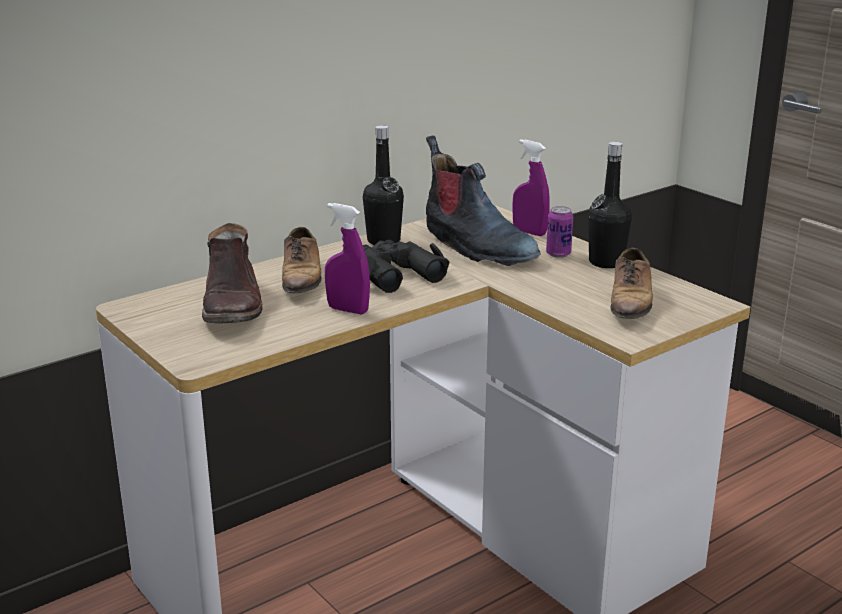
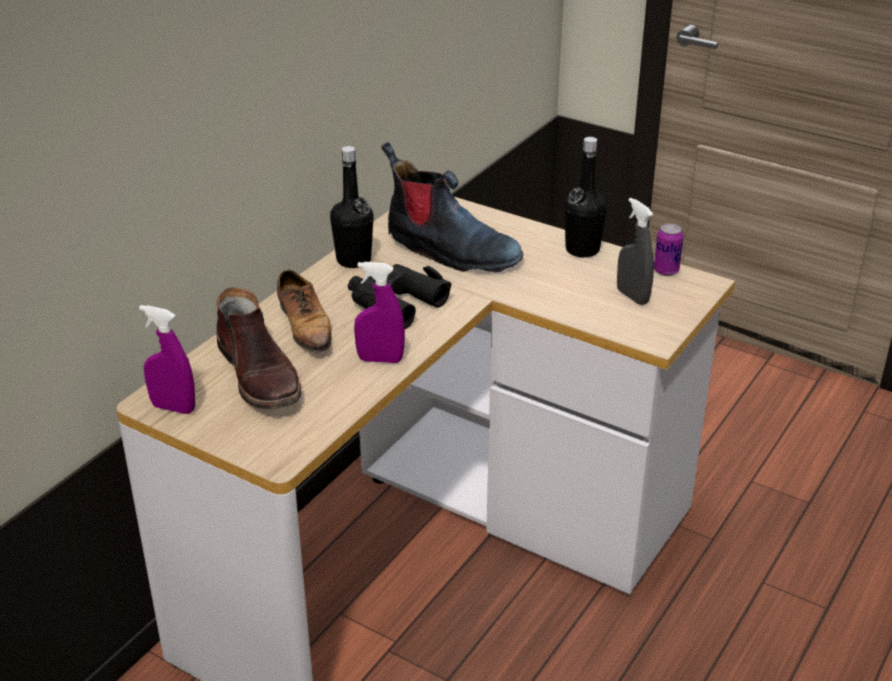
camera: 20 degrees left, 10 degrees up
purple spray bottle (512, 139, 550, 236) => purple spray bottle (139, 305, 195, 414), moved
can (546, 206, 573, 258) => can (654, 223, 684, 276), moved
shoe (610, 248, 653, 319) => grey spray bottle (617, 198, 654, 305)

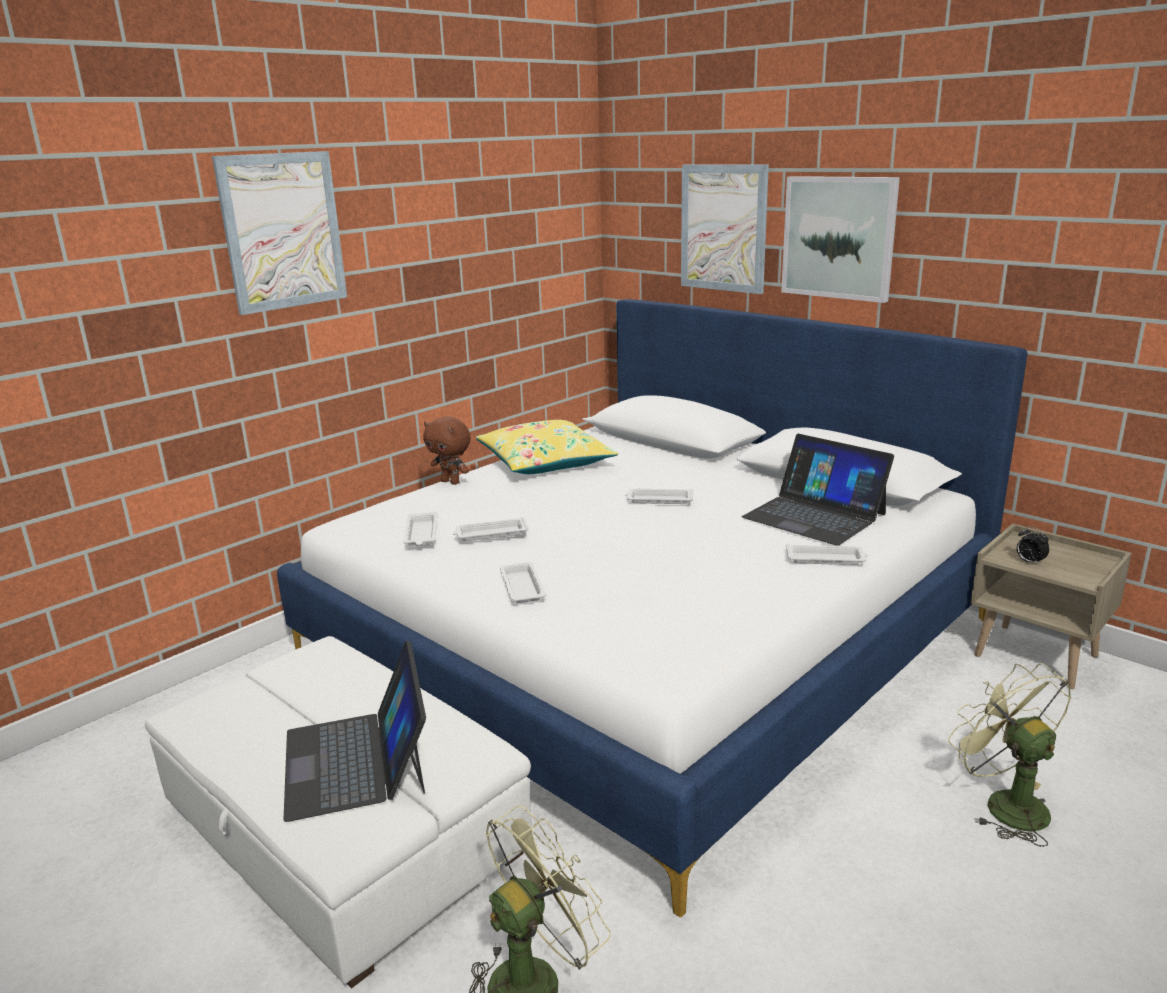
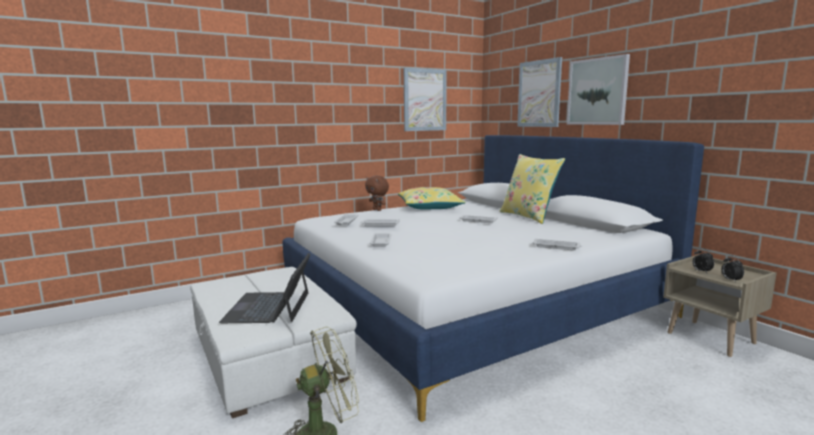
camera: 15 degrees right, 10 degrees down
picture (212, 151, 347, 315) => picture (404, 68, 447, 131), moved
laptop (742, 434, 894, 546) => nothing
green fan (948, 663, 1071, 847) => nothing
nothing => yellow pillow (500, 154, 565, 224)
nothing => alarm clock (721, 255, 744, 282)

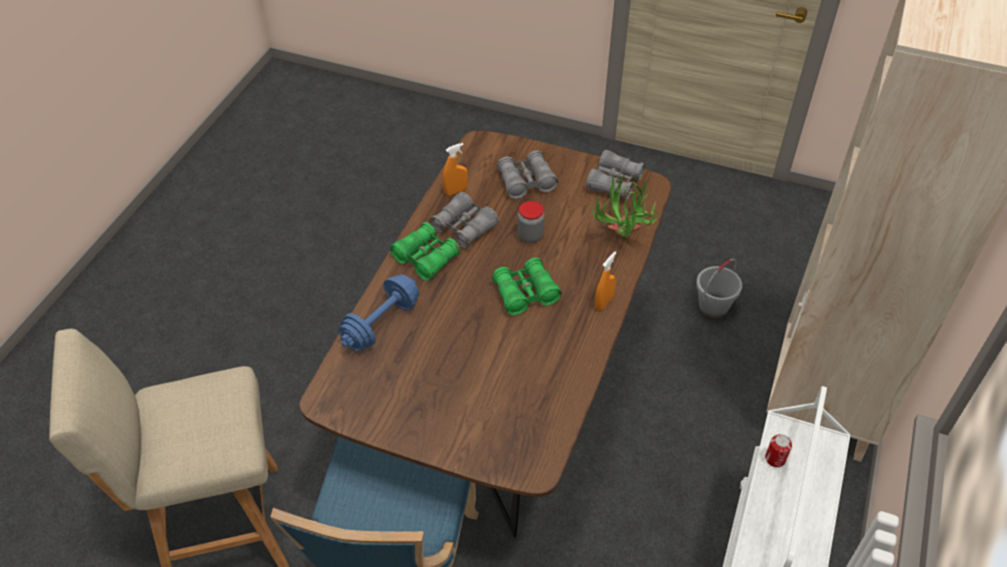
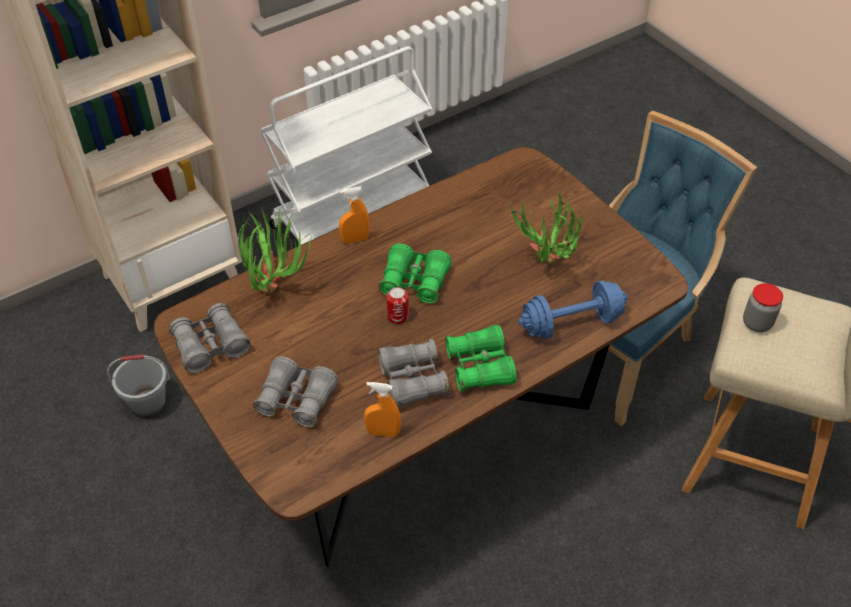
camera: 145 degrees left, 0 degrees up
jar (518, 201, 544, 243) => jar (743, 283, 783, 332), moved
can (765, 434, 792, 467) => can (386, 287, 409, 324), moved
nothing => potted plant (511, 191, 582, 264)

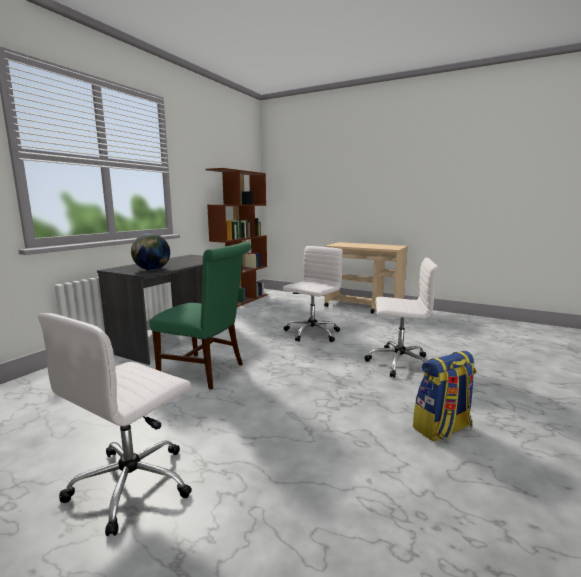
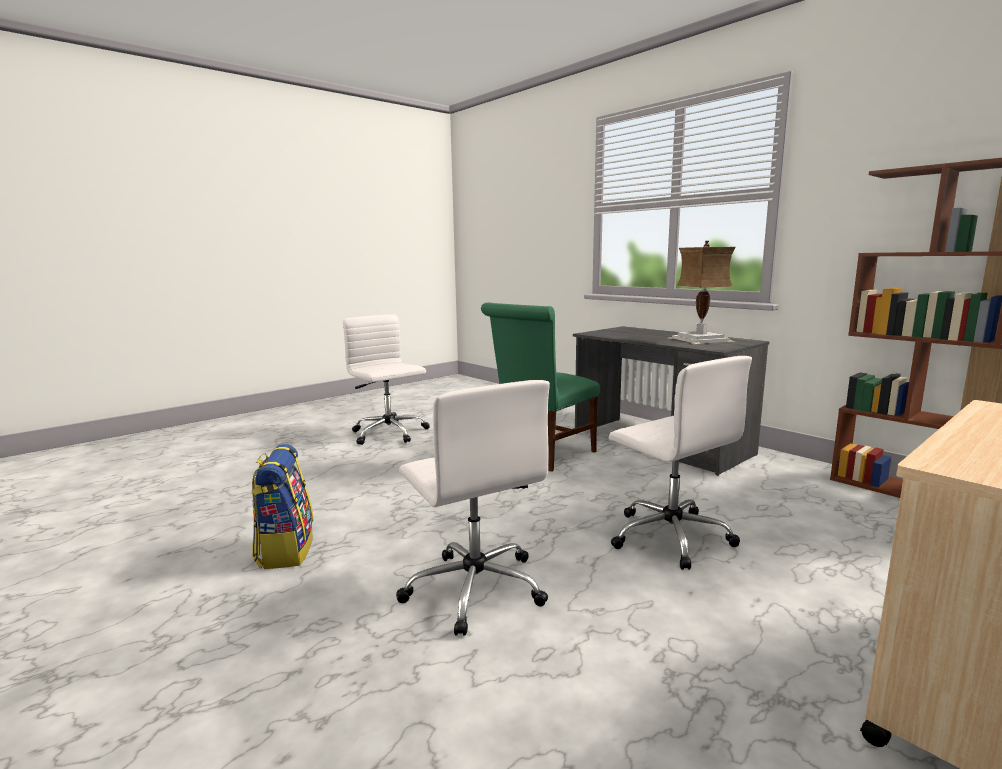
camera: 110 degrees right, 0 degrees up
globe (131, 233, 170, 270) => nothing
white office chair (365, 257, 438, 378) => white office chair (396, 380, 550, 636), 60 degrees counterclockwise
nothing => table lamp (668, 241, 735, 345)

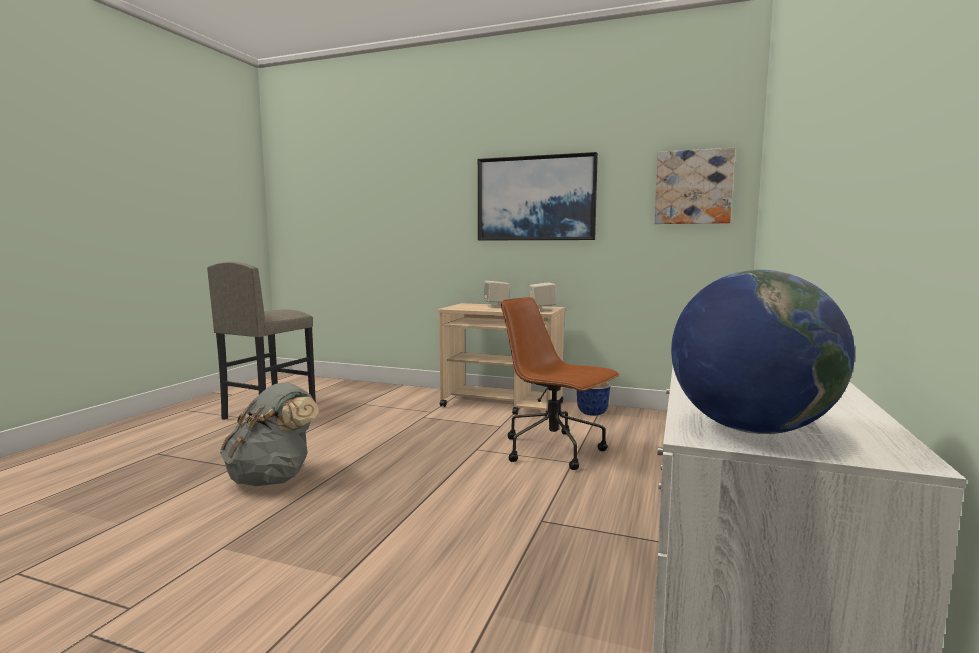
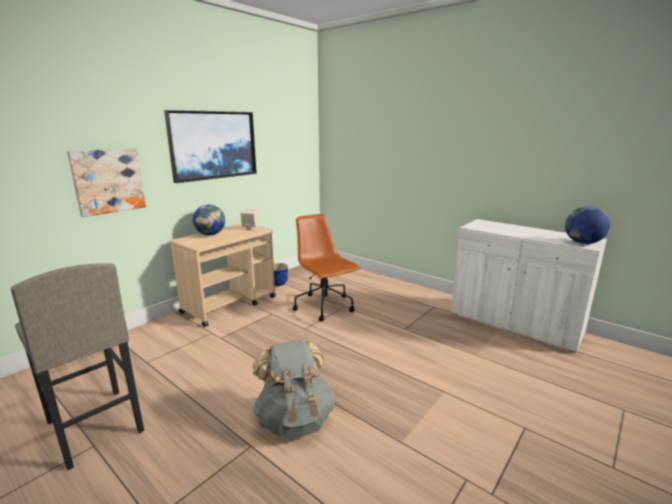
camera: 70 degrees left, 10 degrees up
picture (654, 148, 735, 224) => picture (67, 148, 146, 217), moved
beige speaker (483, 281, 510, 307) => globe (193, 204, 225, 235)
brown office chair (501, 297, 620, 470) => brown office chair (292, 214, 361, 321), 90 degrees clockwise

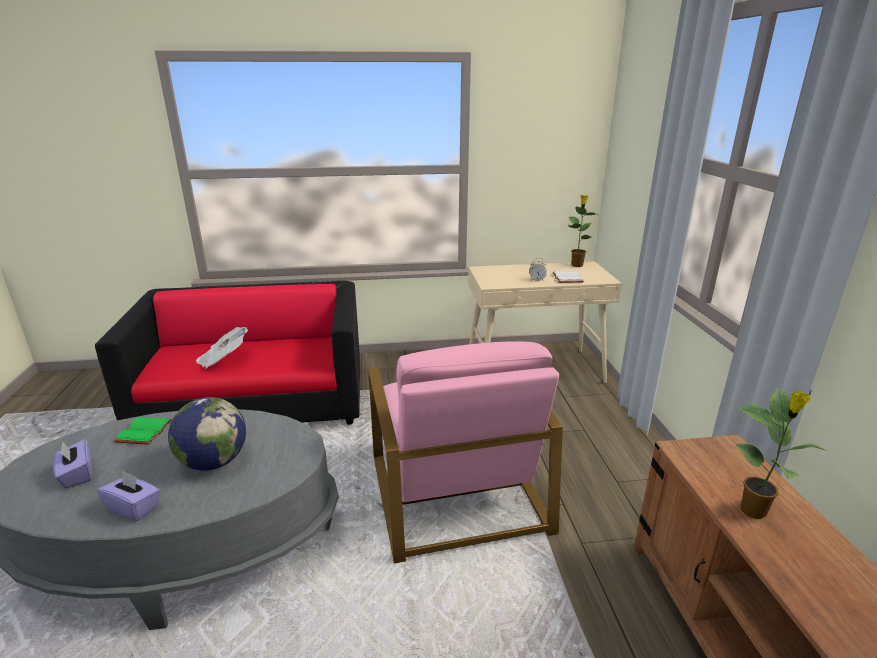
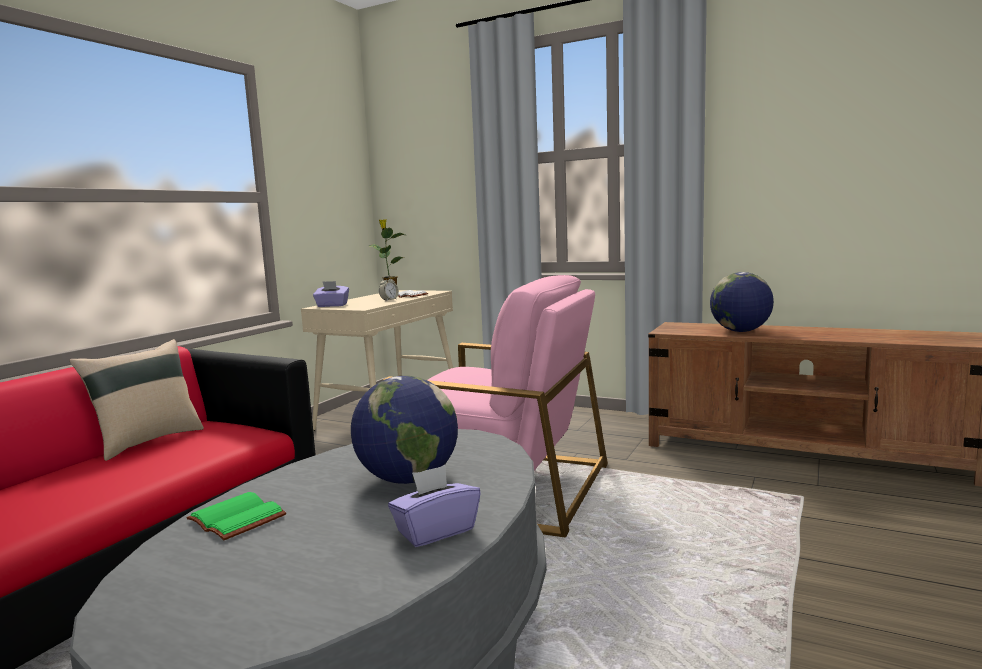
camera: 55 degrees left, 15 degrees down
newspaper (196, 327, 248, 369) => nothing
potted plant (735, 388, 828, 519) => globe (710, 272, 774, 332)
purple tissue box (54, 439, 92, 488) => purple tissue box (313, 281, 349, 307), moved
nothing => beige pillow (69, 339, 204, 461)

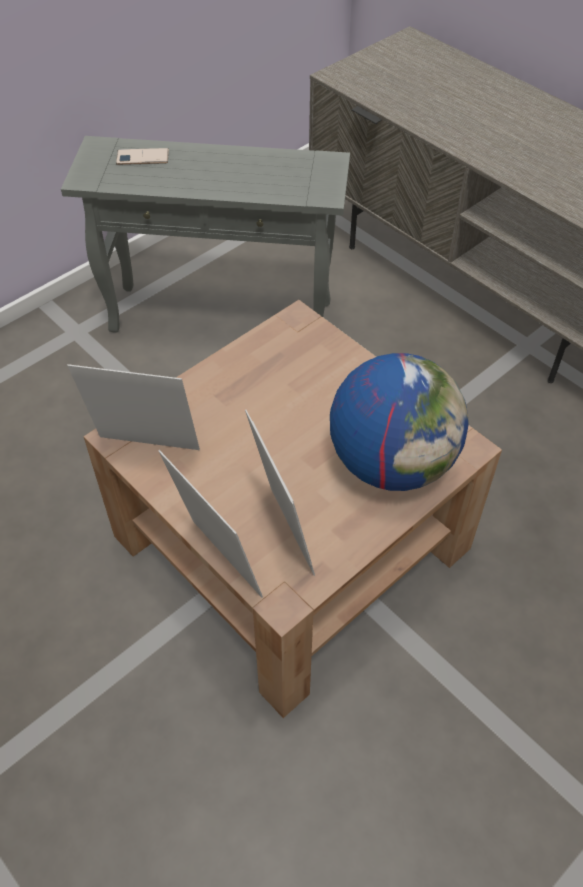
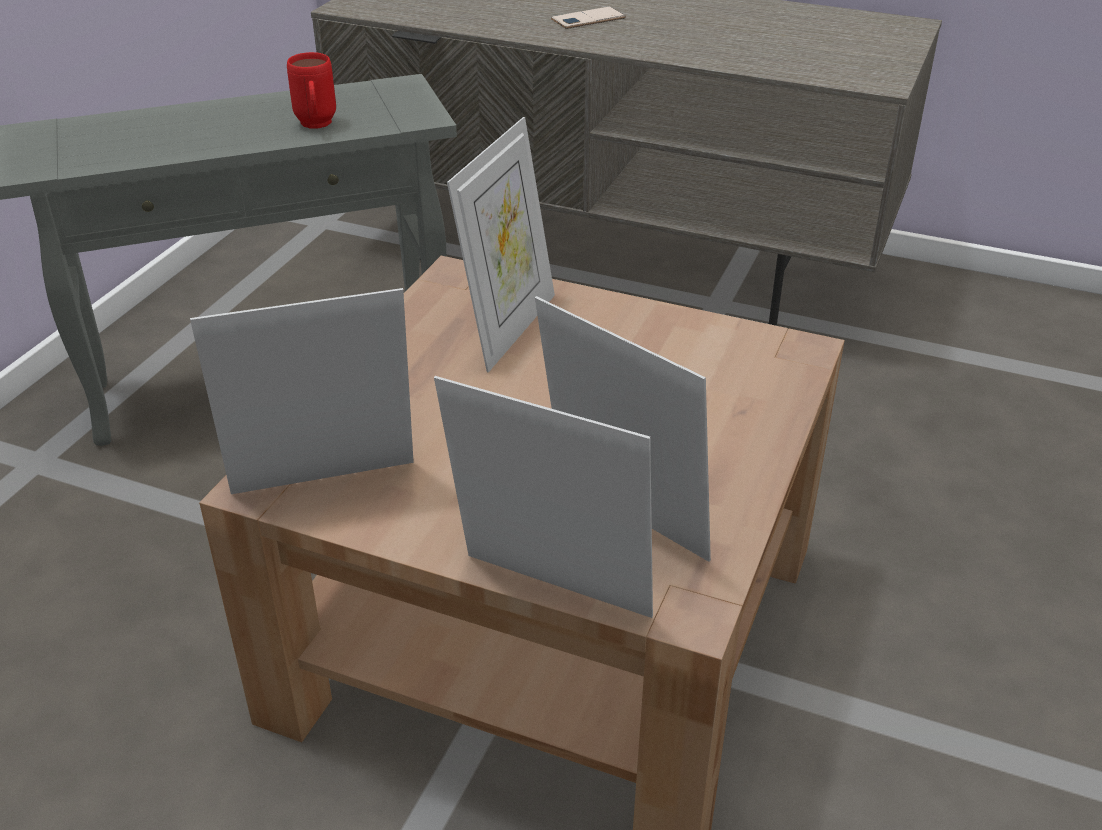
camera: 25 degrees left, 15 degrees down
phone (116, 148, 169, 165) => phone (551, 7, 626, 29), moved
globe (330, 353, 469, 491) => nothing
nothing => red mug (287, 52, 336, 129)
nothing => picture frame (447, 117, 555, 372)

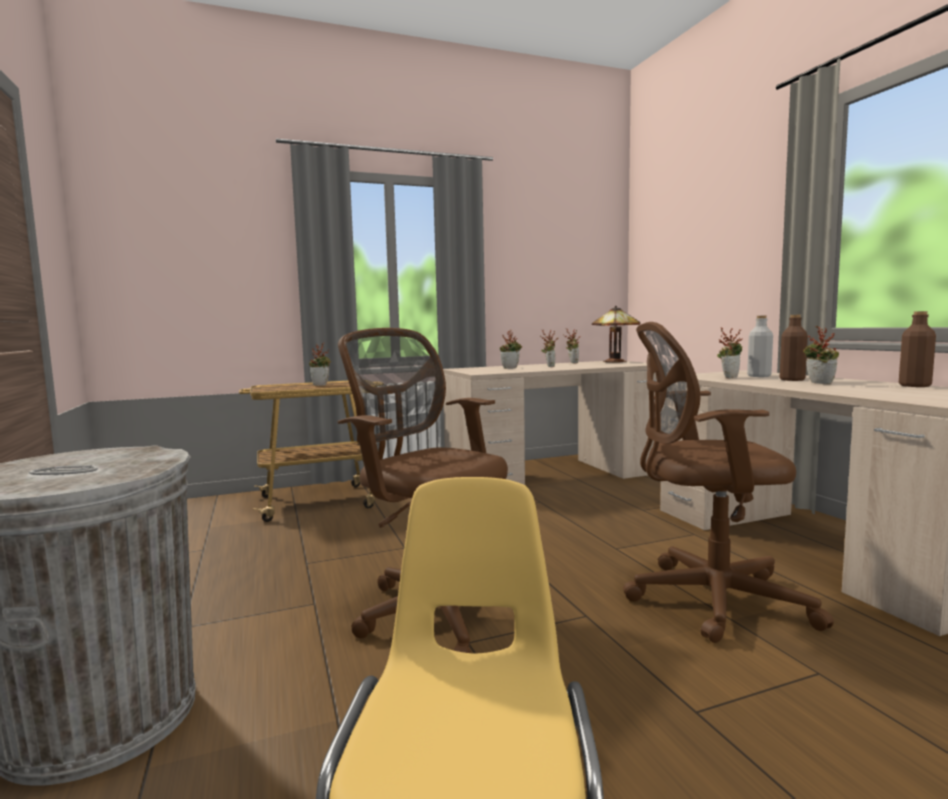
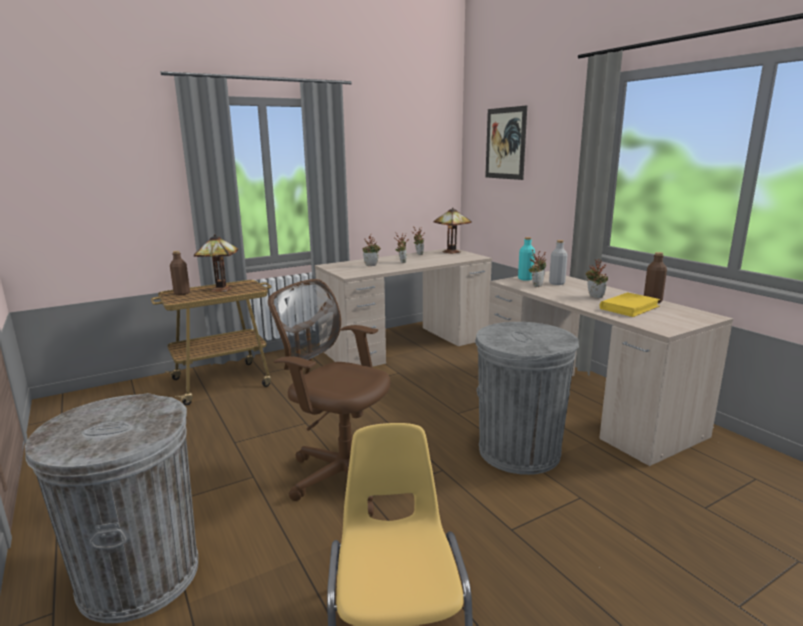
camera: 10 degrees left, 10 degrees up
brown bottle (780, 314, 808, 381) => brown bottle (170, 251, 190, 295), moved
brown office chair (623, 322, 834, 643) => grey trash can (475, 322, 579, 475)
potted plant (309, 343, 331, 386) => table lamp (194, 234, 238, 292)
nothing => picture (485, 105, 527, 180)
nothing => turquoise bottle (518, 237, 535, 281)
nothing => yellow book (600, 292, 660, 317)

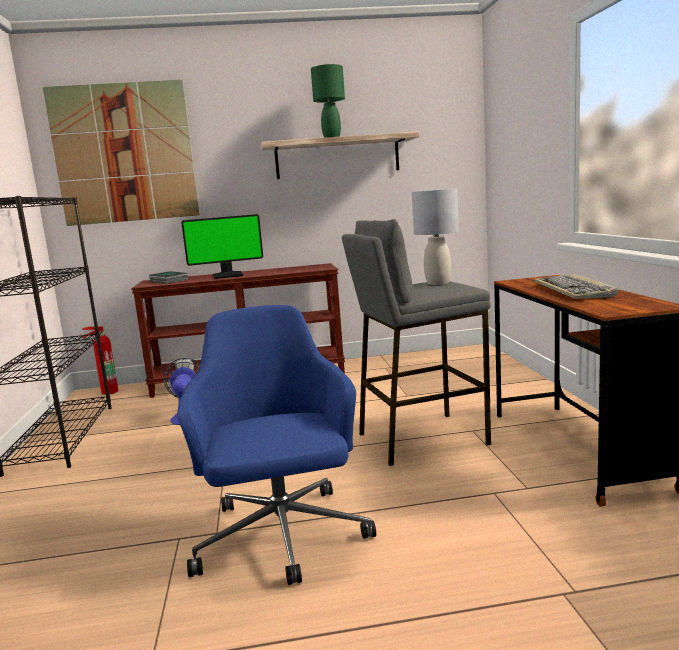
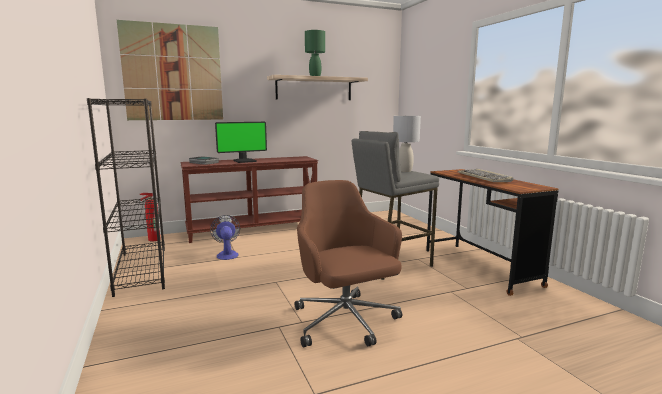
camera: 15 degrees left, 0 degrees up
blue office chair (178, 305, 376, 585) => brown office chair (295, 180, 402, 348)

